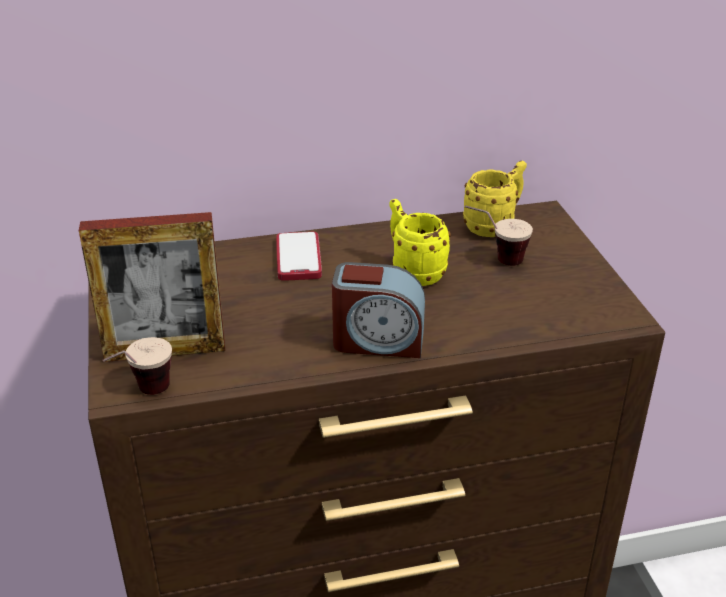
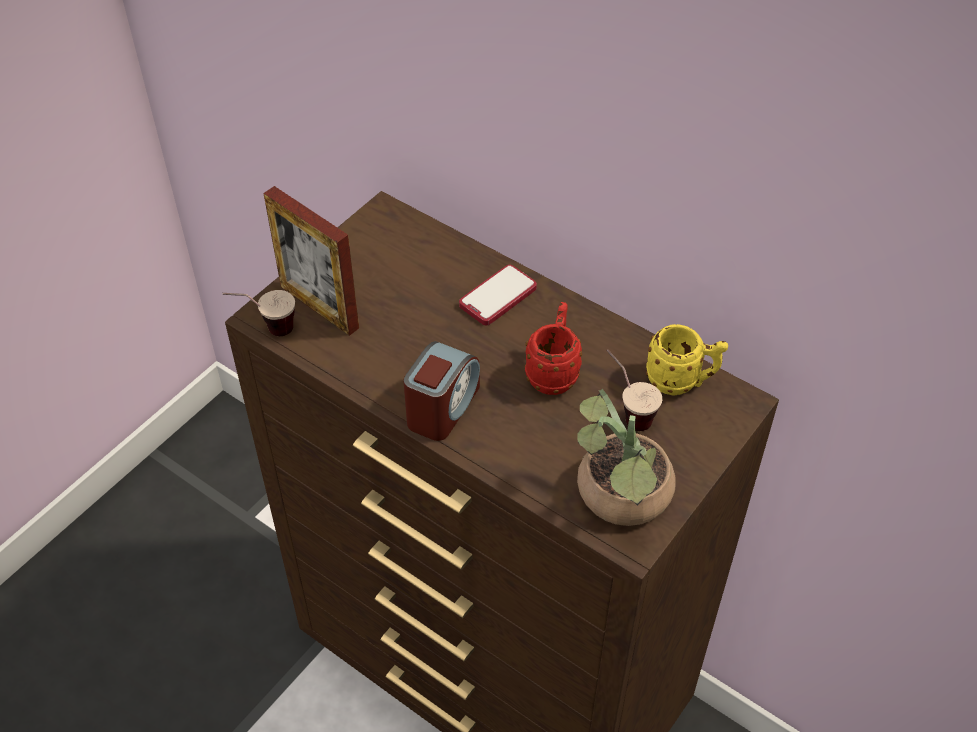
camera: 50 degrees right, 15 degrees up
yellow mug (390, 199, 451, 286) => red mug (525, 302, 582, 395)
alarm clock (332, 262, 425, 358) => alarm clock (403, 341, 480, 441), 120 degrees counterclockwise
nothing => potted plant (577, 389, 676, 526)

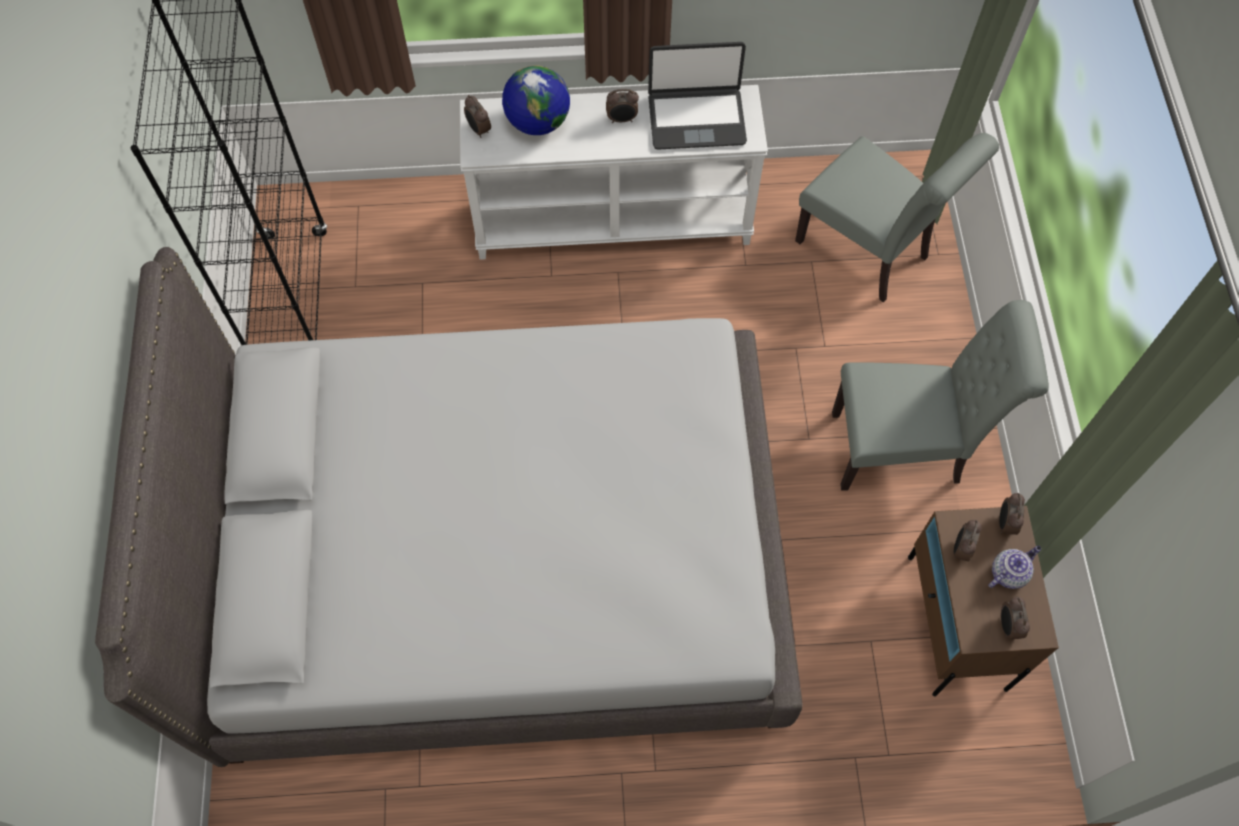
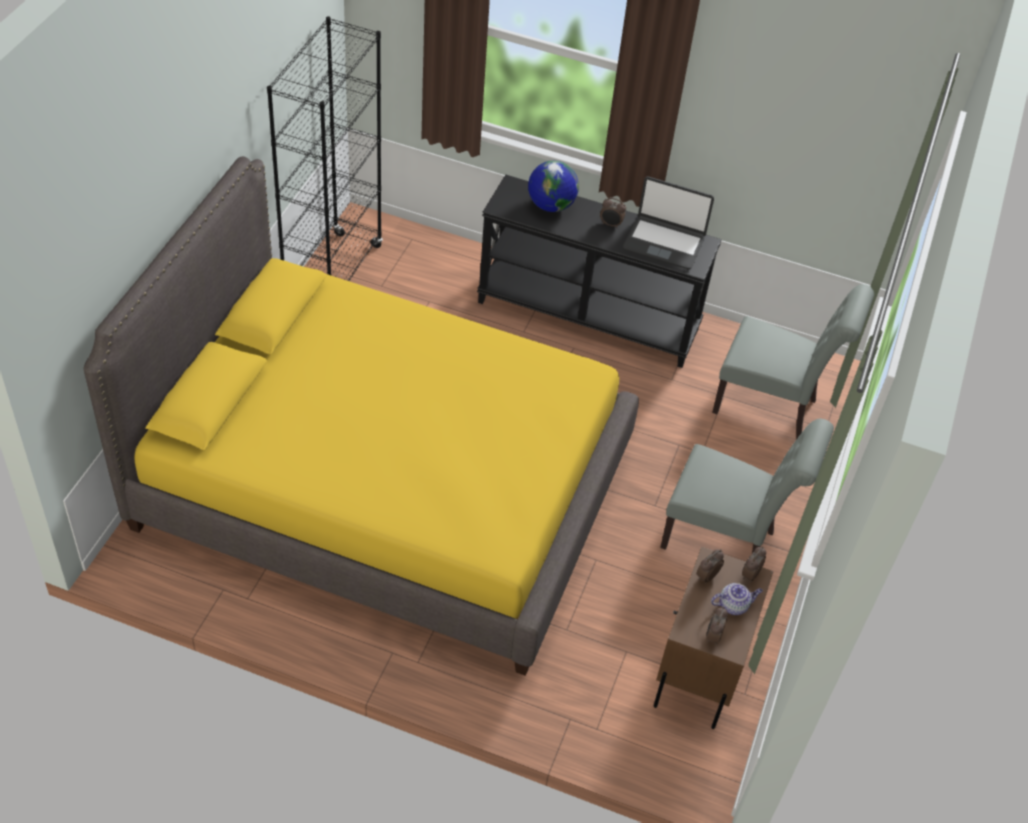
camera: 20 degrees right, 15 degrees down
white console table (460, 85, 768, 260) => black console table (477, 174, 722, 368)
alarm clock (464, 95, 491, 138) => nothing
grey chair (795, 133, 999, 302) => grey chair (712, 284, 874, 440), 45 degrees counterclockwise
grey bed (95, 247, 803, 767) => yellow bed (84, 156, 639, 676)

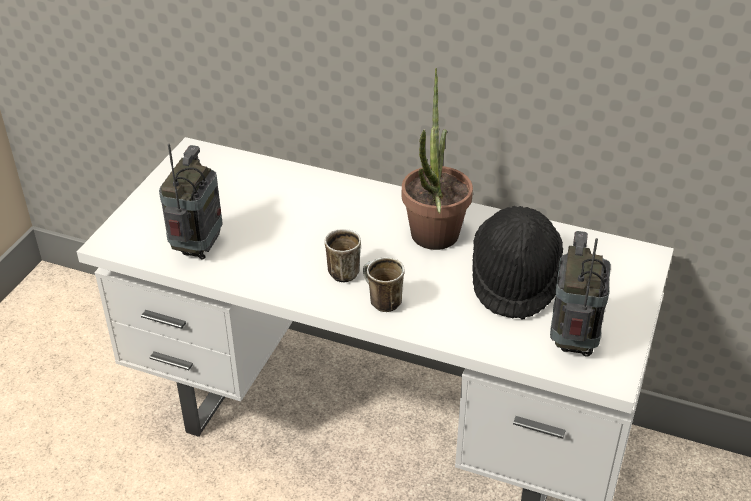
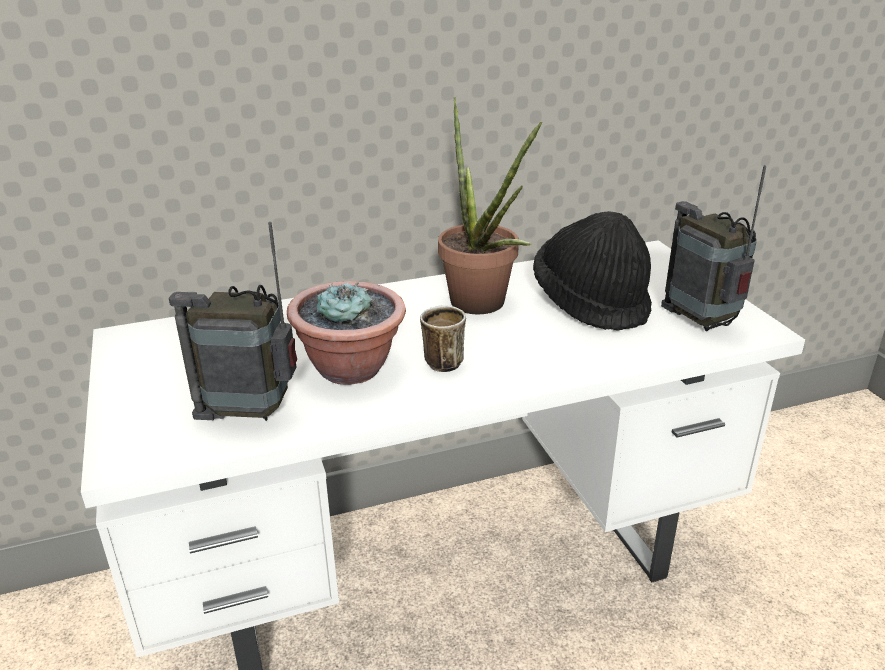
camera: 40 degrees left, 10 degrees down
radio (159, 144, 223, 260) => radio (169, 222, 297, 421), 60 degrees counterclockwise
mug (363, 257, 405, 312) => nothing
nothing => potted plant (287, 281, 406, 385)

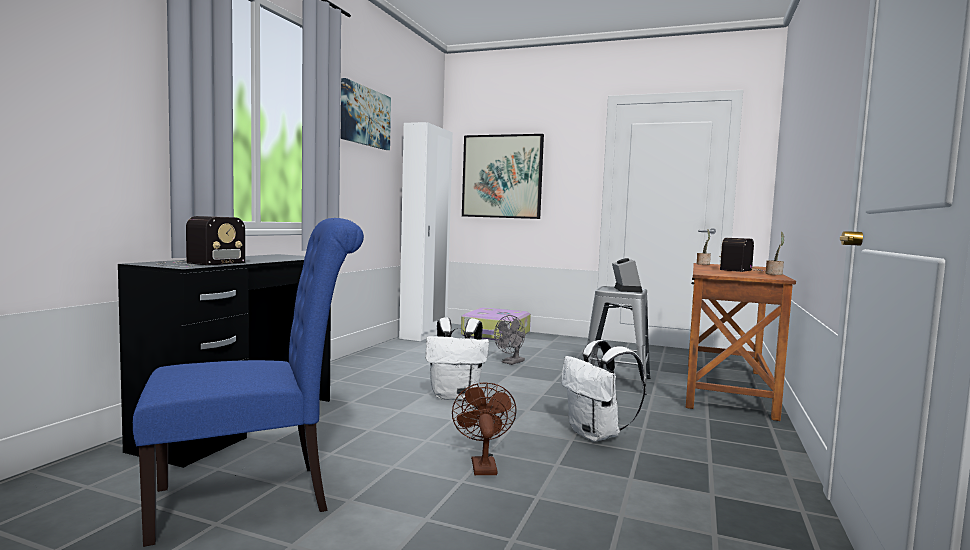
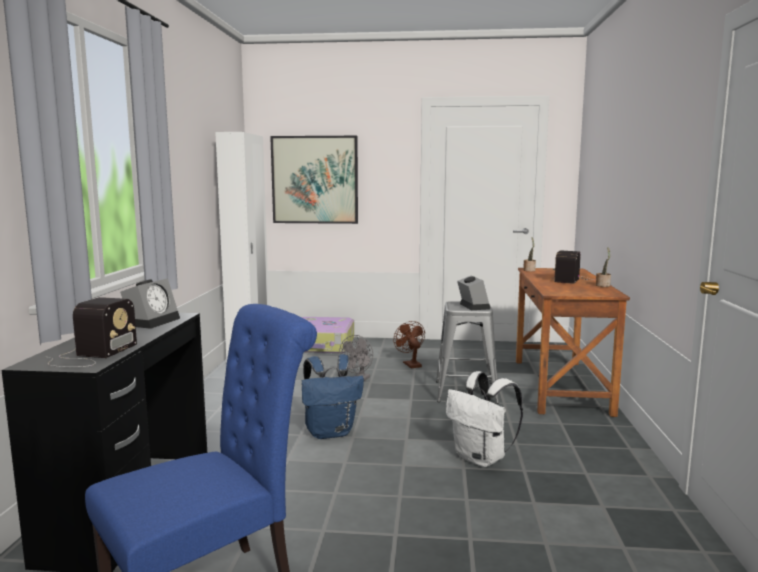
camera: 15 degrees left, 5 degrees up
picture (341, 78, 391, 150) => nothing
white backpack (426, 317, 489, 400) => blue backpack (302, 354, 364, 439)
brown fan (452, 382, 516, 475) => brown fan (393, 321, 425, 368), moved
nothing => alarm clock (120, 278, 180, 329)

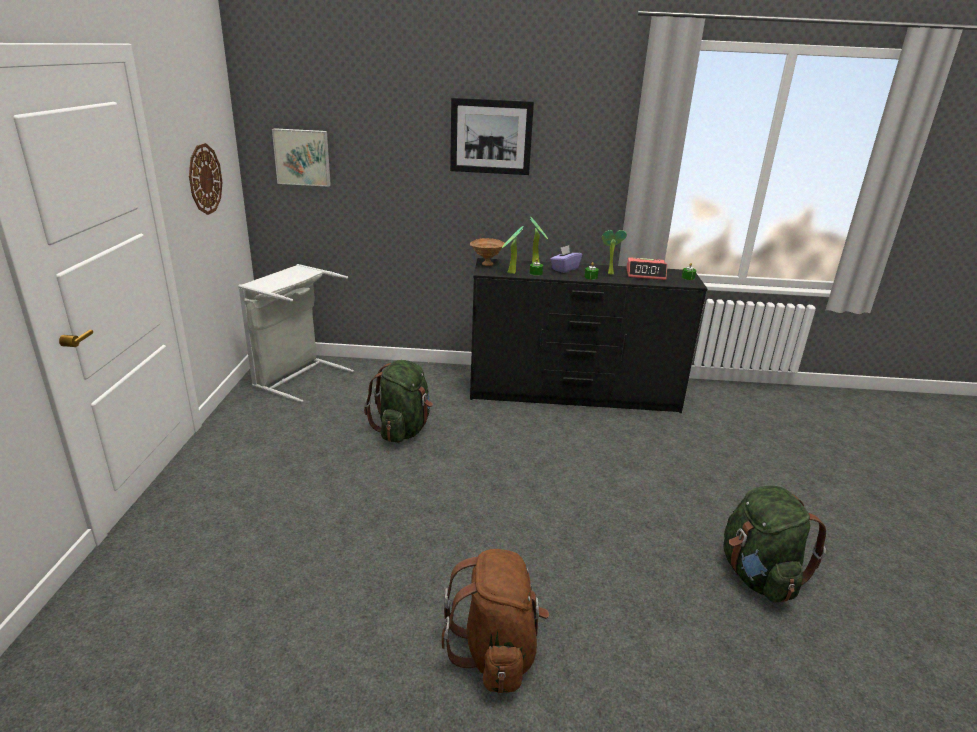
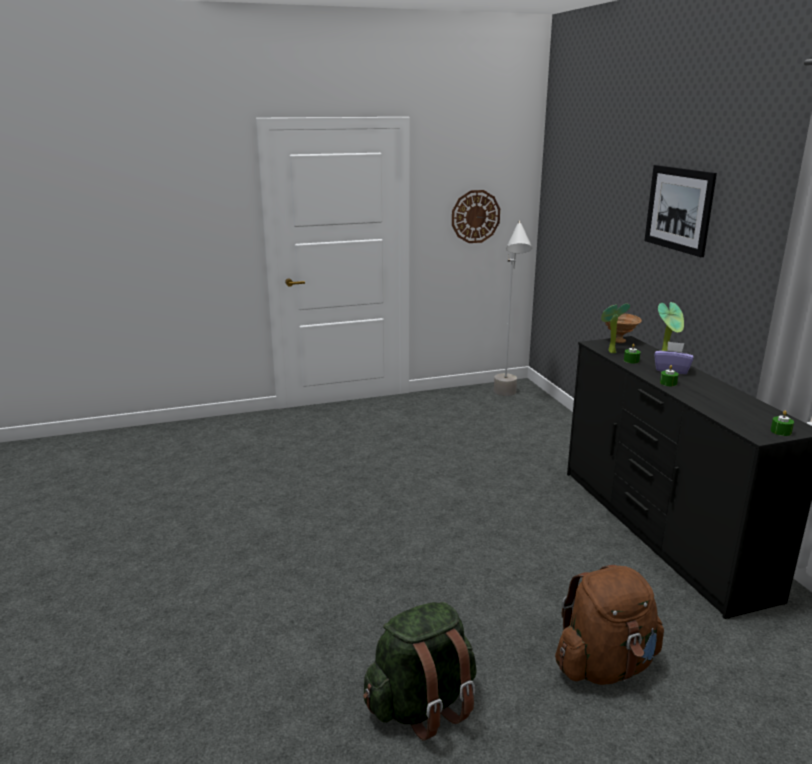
camera: 70 degrees right, 5 degrees down
picture (272, 128, 331, 187) => nothing
potted plant (602, 230, 627, 275) => nothing
alarm clock (626, 257, 667, 280) => nothing
grey laundry basket (238, 264, 354, 403) => grey floor lamp (494, 220, 532, 396)
green backpack (364, 360, 433, 443) => nothing
brown backpack (442, 549, 549, 693) => brown backpack (555, 565, 664, 685), moved

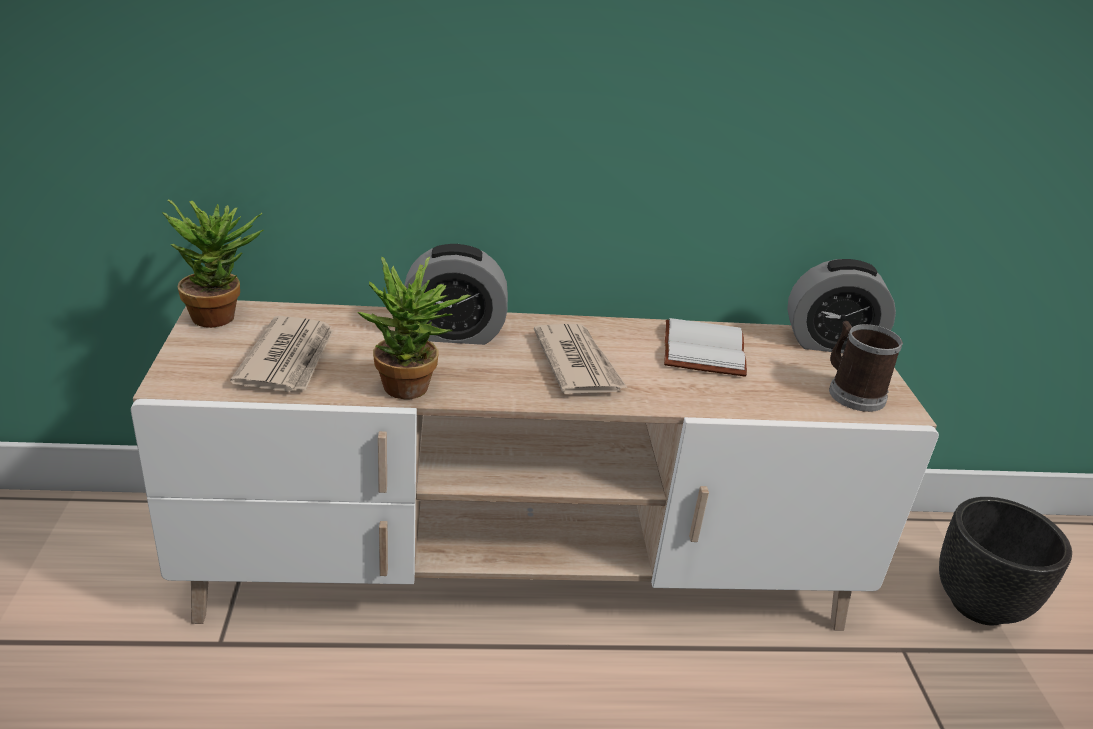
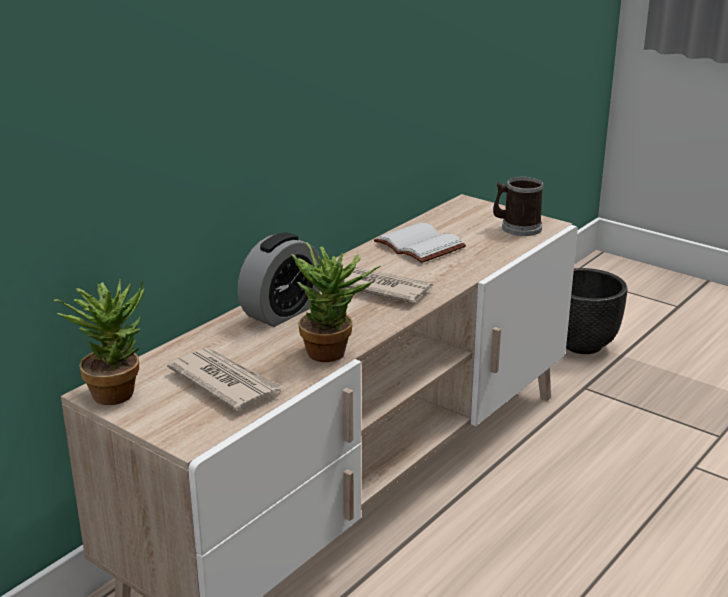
camera: 45 degrees left, 5 degrees down
alarm clock (787, 259, 896, 353) => nothing

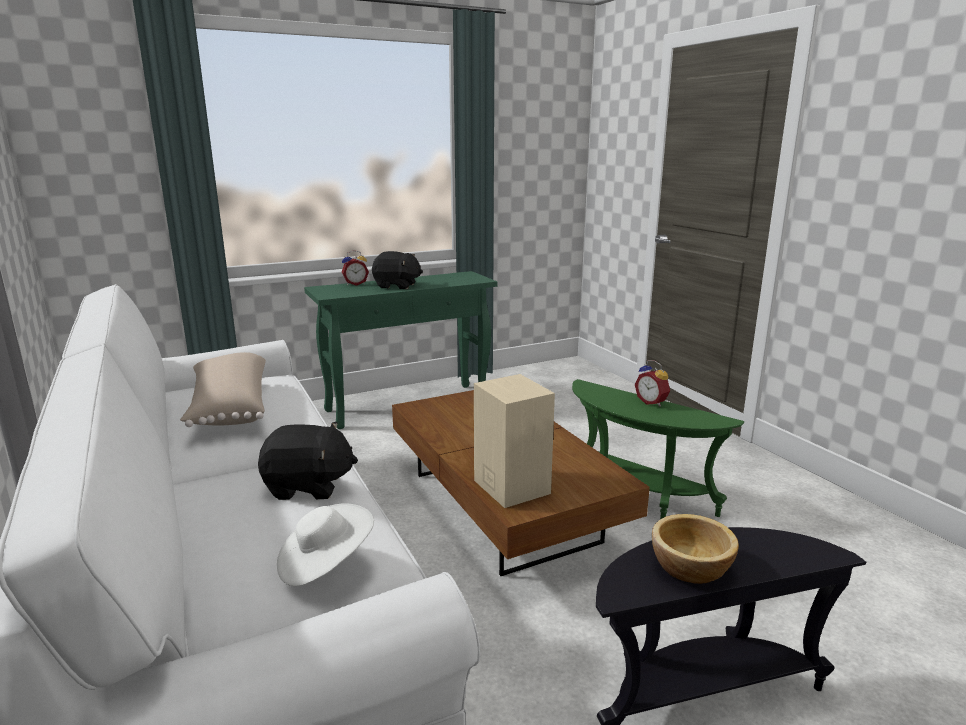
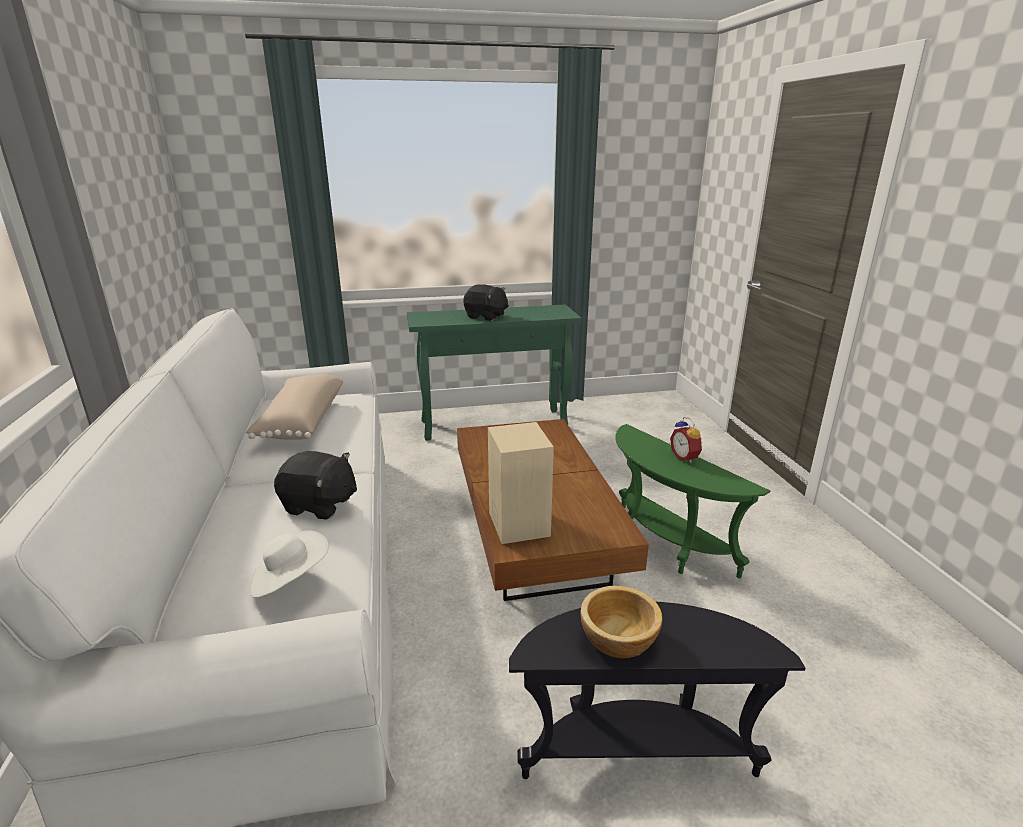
camera: 15 degrees right, 5 degrees up
alarm clock (342, 250, 369, 286) => nothing

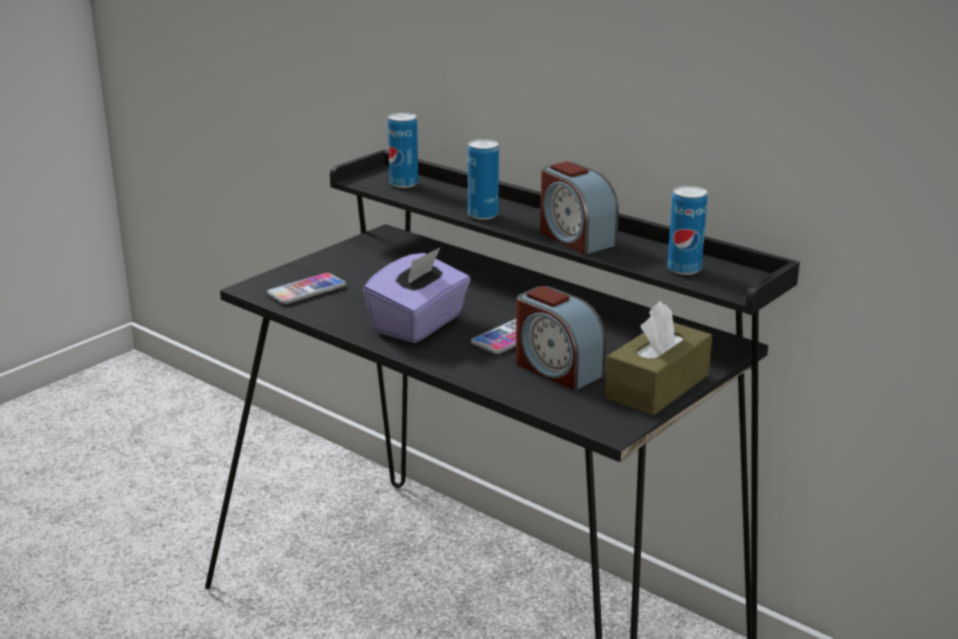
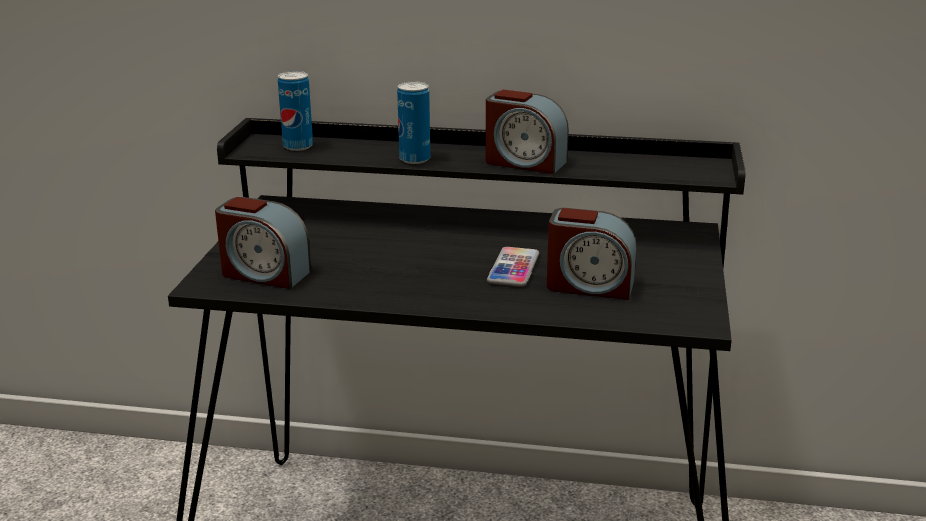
camera: 30 degrees left, 0 degrees up
can (667, 186, 707, 275) => nothing
purple tissue box (363, 248, 471, 343) => nothing
phone (267, 273, 346, 304) => alarm clock (215, 197, 311, 289)
brown tissue box (605, 301, 712, 416) => nothing

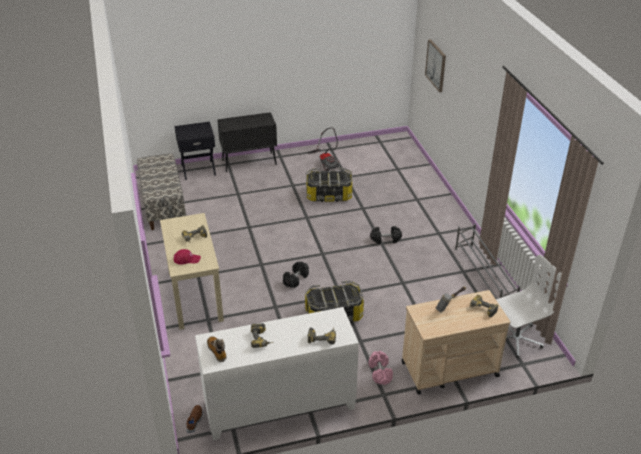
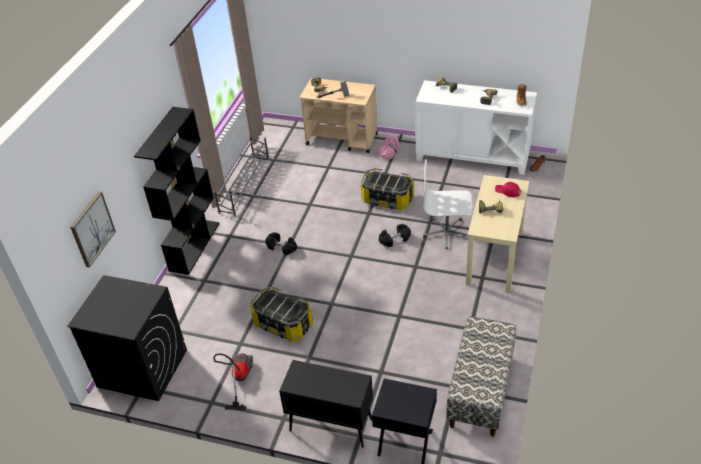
camera: 145 degrees left, 5 degrees up
white office chair (496, 255, 562, 358) => white office chair (423, 159, 472, 249), moved
nothing => black bookcase (134, 107, 220, 275)
nothing => black washing machine (67, 275, 187, 401)

